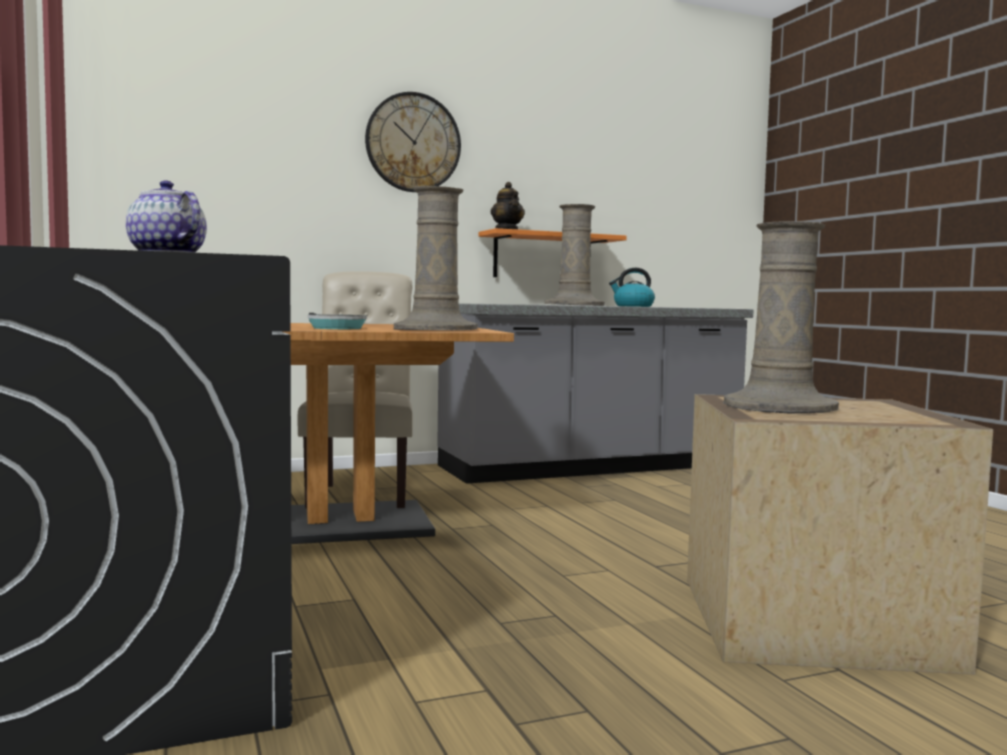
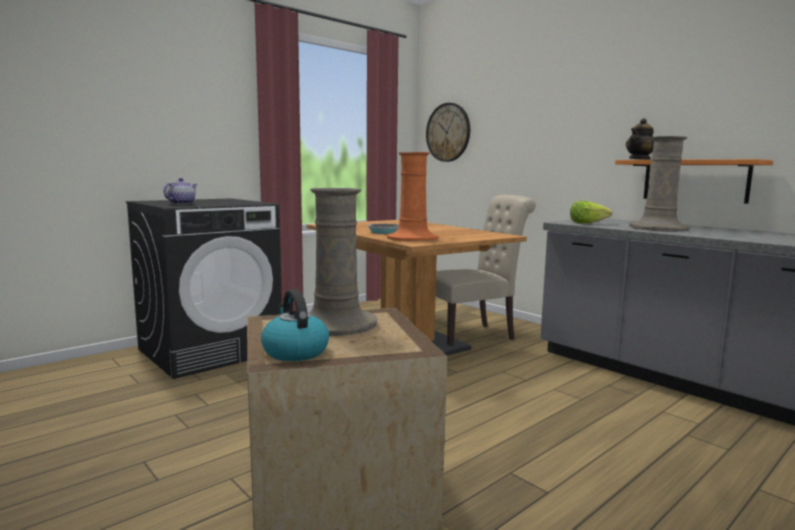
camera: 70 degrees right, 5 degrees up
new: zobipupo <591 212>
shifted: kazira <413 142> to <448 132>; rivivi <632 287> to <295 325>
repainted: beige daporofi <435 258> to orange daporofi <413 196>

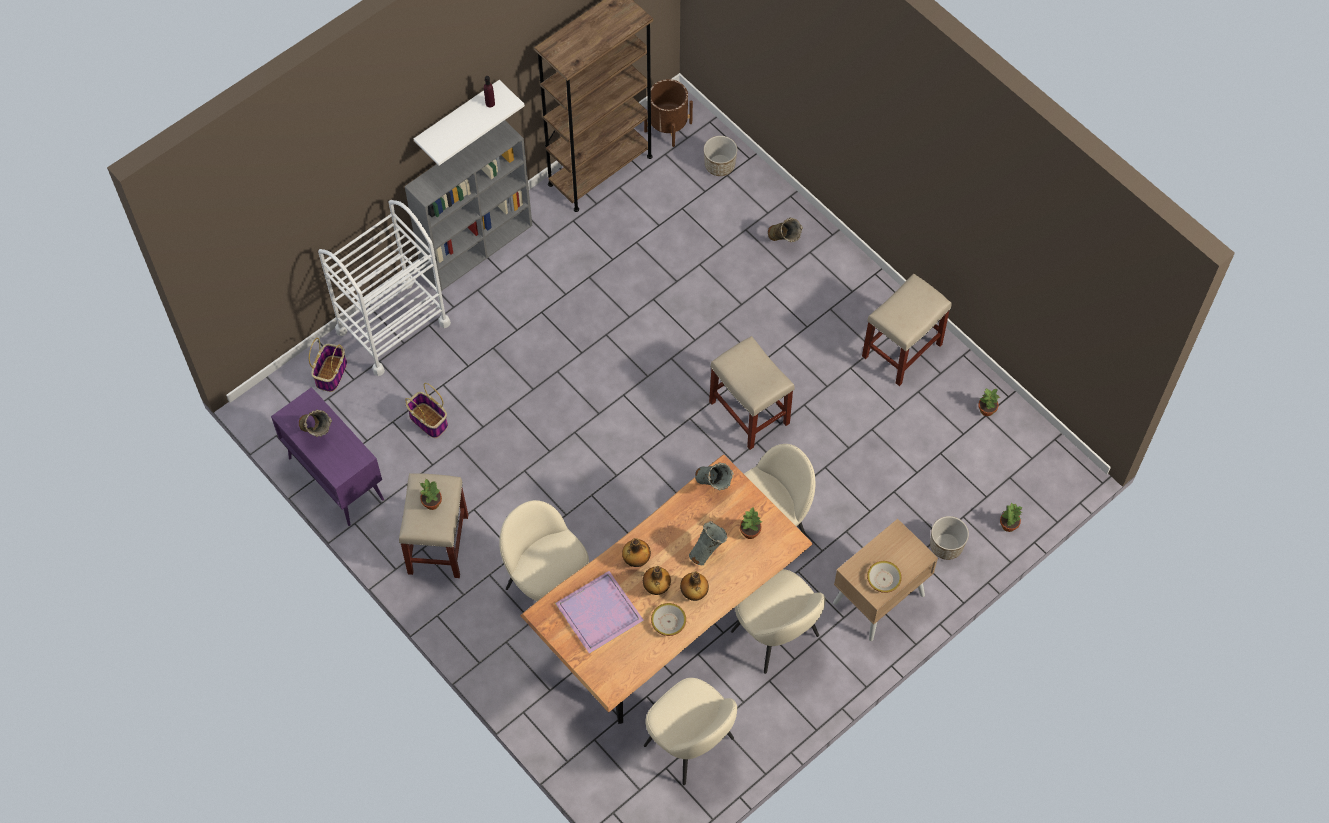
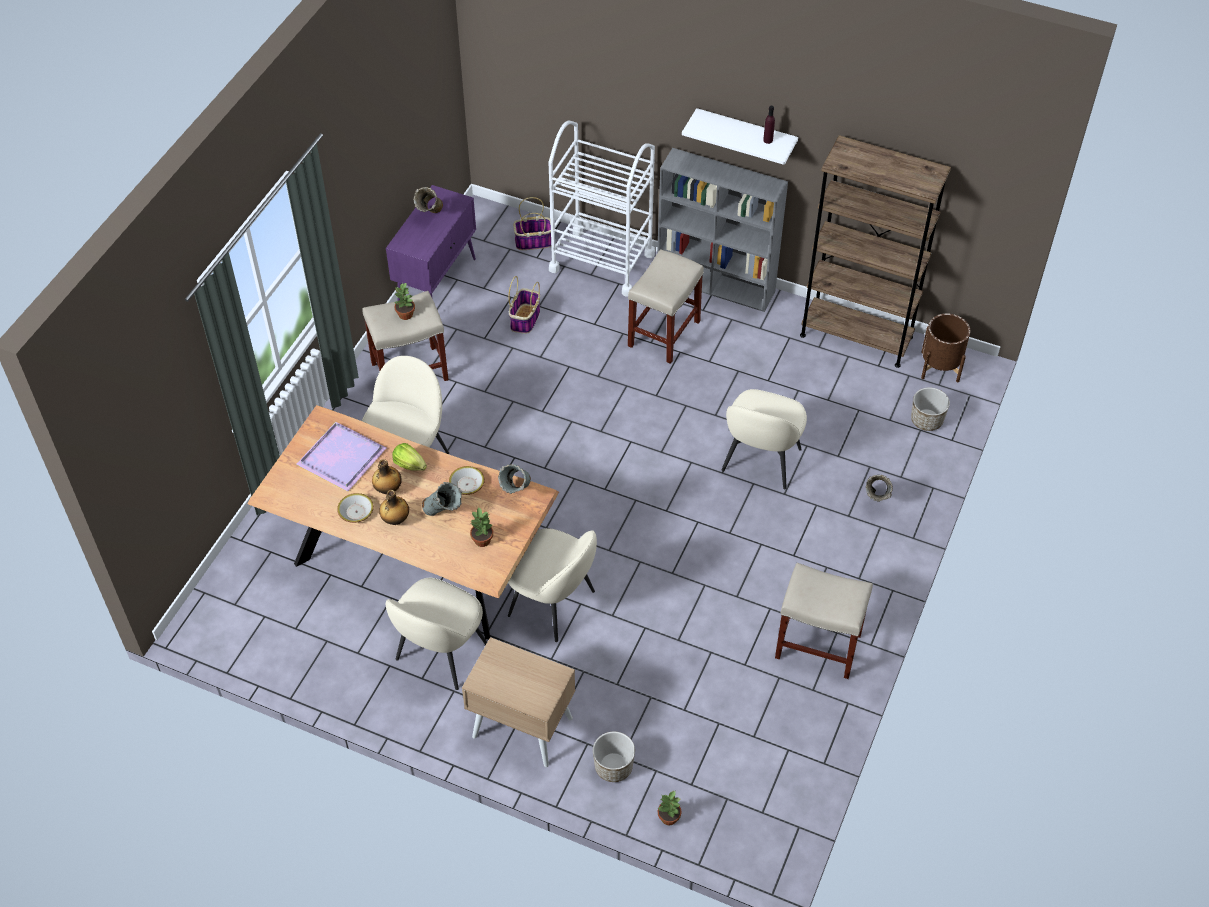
camera: 65 degrees right, 10 degrees down
gone: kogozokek <988 402>
shifted: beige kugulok <690 731> to <764 439>; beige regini <752 393> to <666 306>; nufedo <884 577> to <467 480>
swapped: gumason <636 552> to zobipupo <409 457>

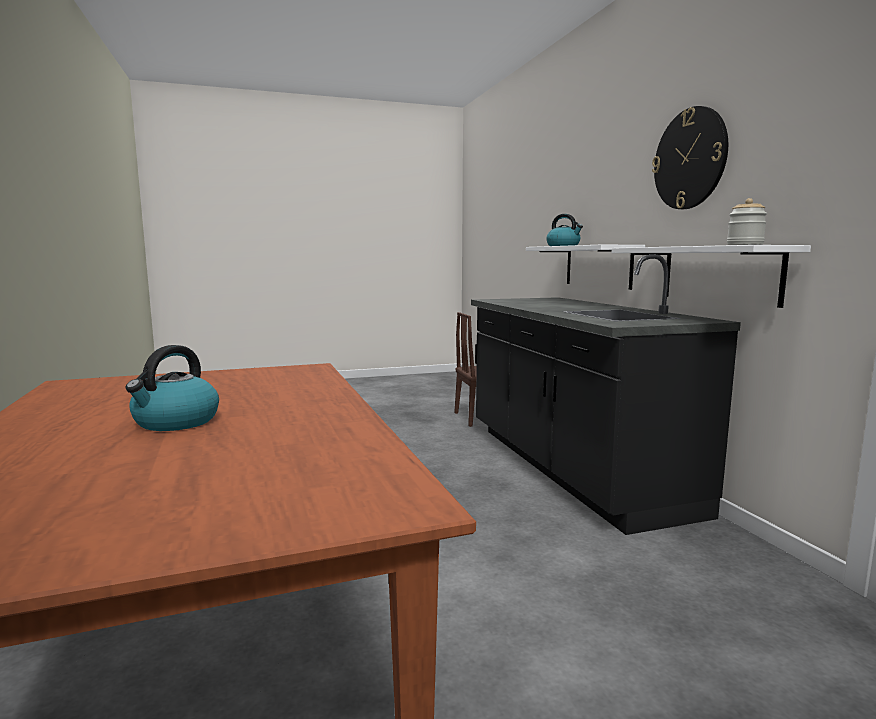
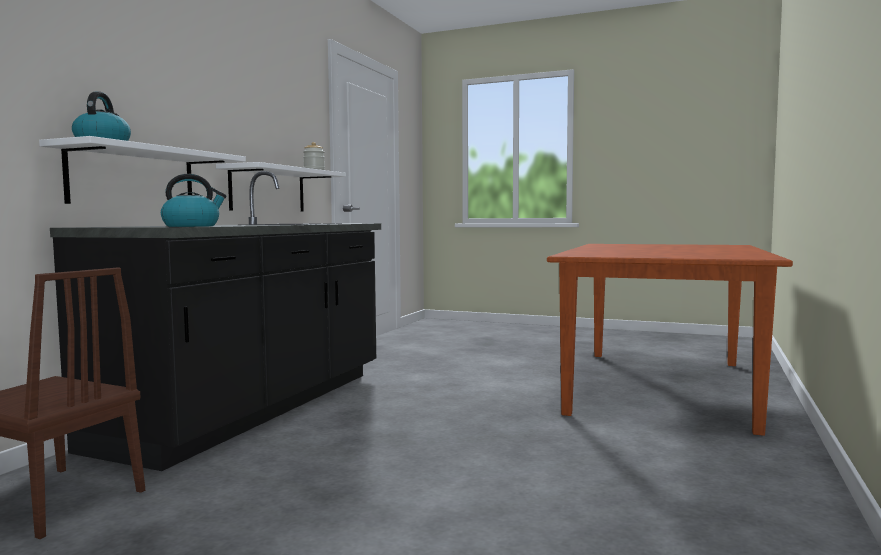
camera: 140 degrees left, 5 degrees down
gone: kazira <690 157>
shifted: rivivi <172 388> to <194 200>

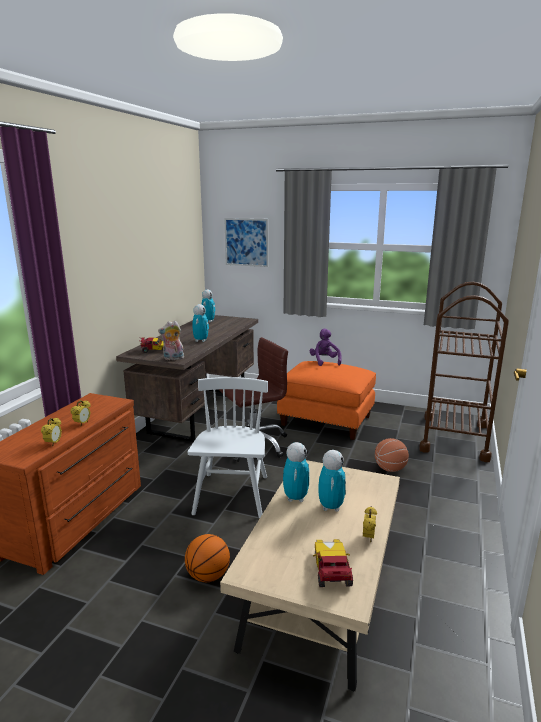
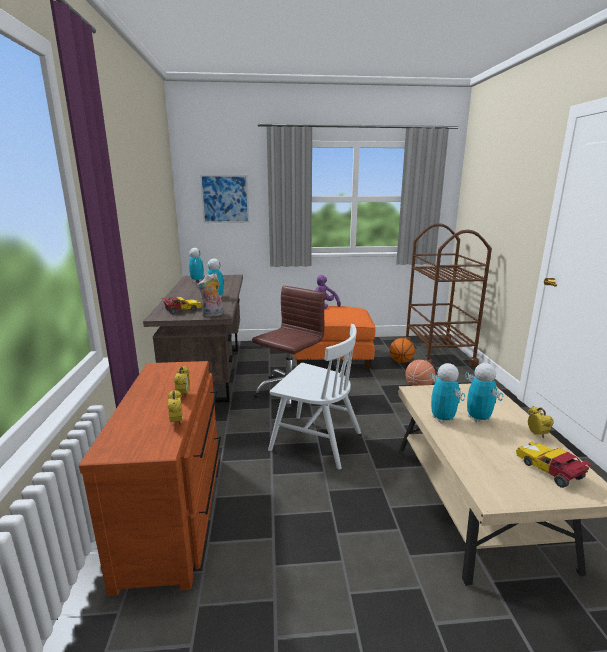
camera: 25 degrees left, 0 degrees up
shifted: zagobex <207 558> to <402 350>
rotated: white kugulok <228 447> = <314 396> 135 degrees clockwise

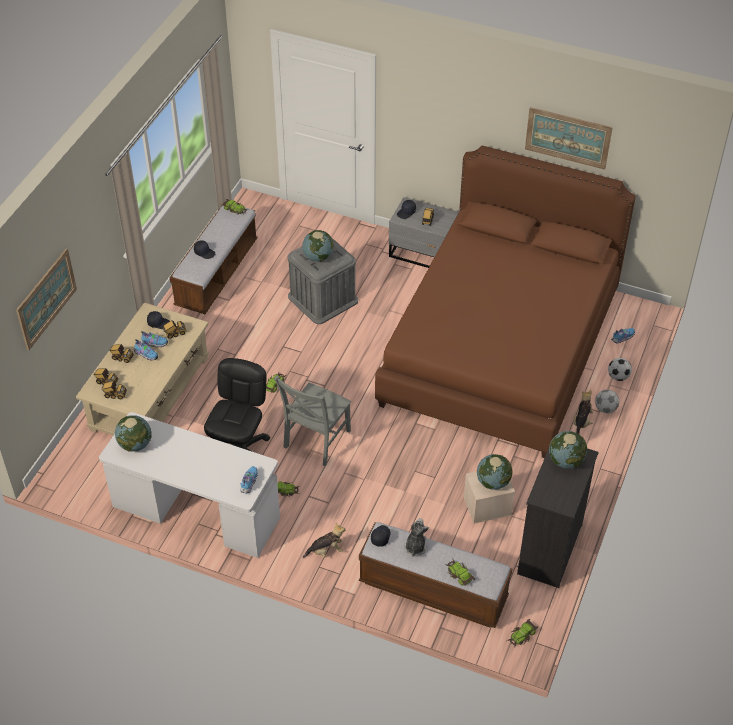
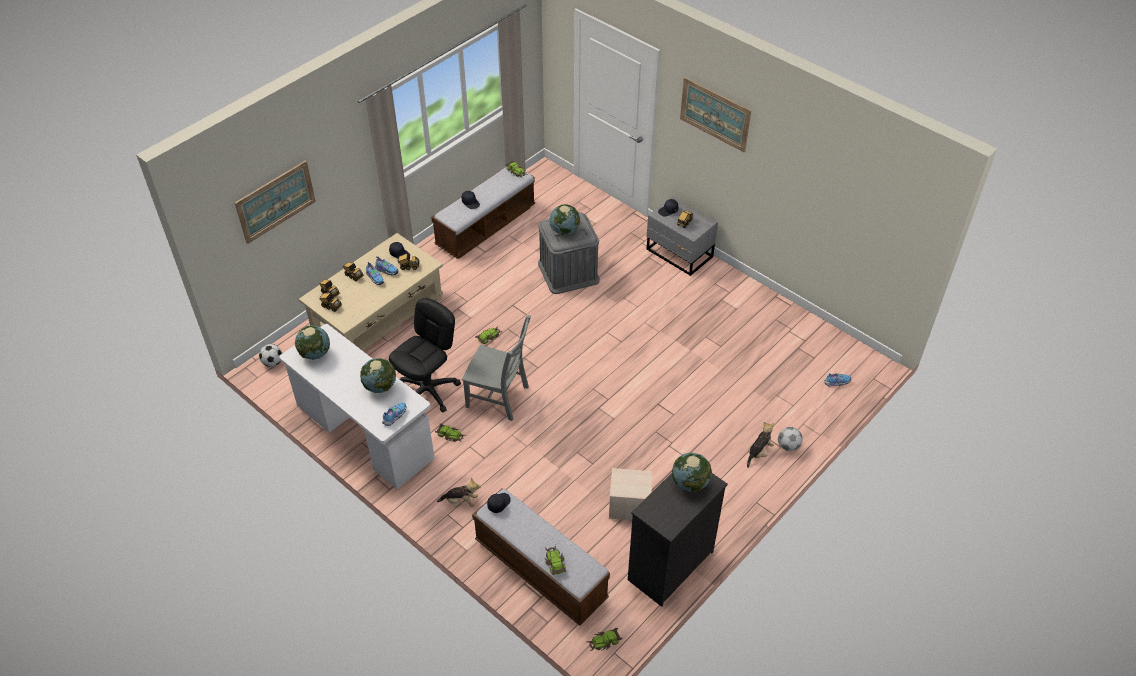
camera: 20 degrees right, 0 degrees up
gone: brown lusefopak <505 301>; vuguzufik <416 537>
shifted: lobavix <494 472> to <378 375>; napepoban <569 138> to <716 114>; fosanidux <620 369> to <270 355>
rotated: grey kugulok <312 421> = <496 368> 120 degrees counterclockwise

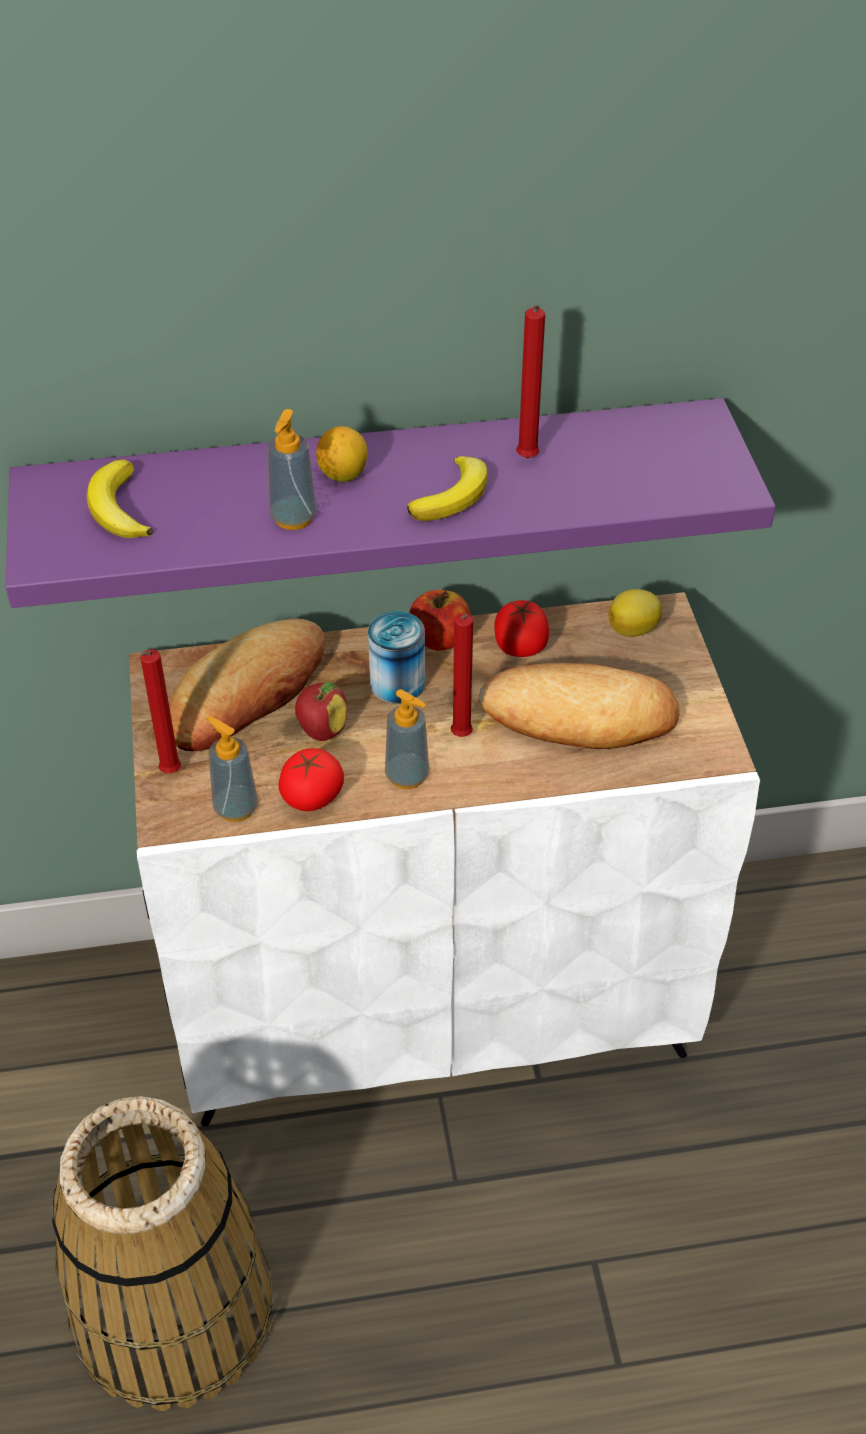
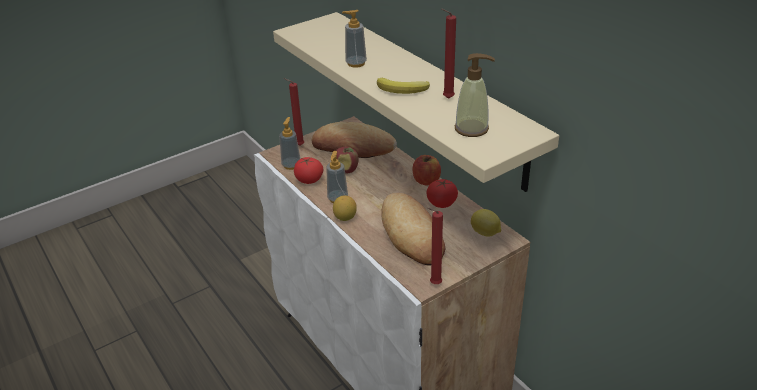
camera: 65 degrees right, 10 degrees down
gone: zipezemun <162 1253>; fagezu <119 499>; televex <396 657>
new: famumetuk <474 95>
shifted: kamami <342 454> to <345 208>; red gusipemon <462 675> to <435 246>
repainted: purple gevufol <390 503> to beige gevufol <416 102>

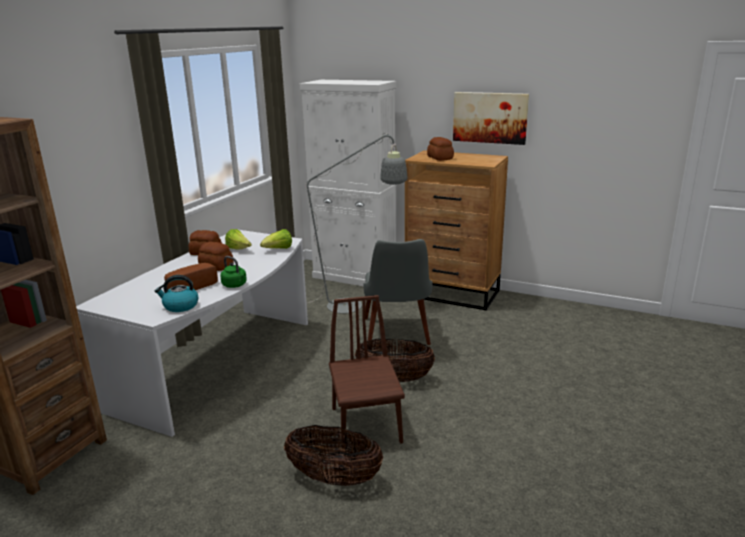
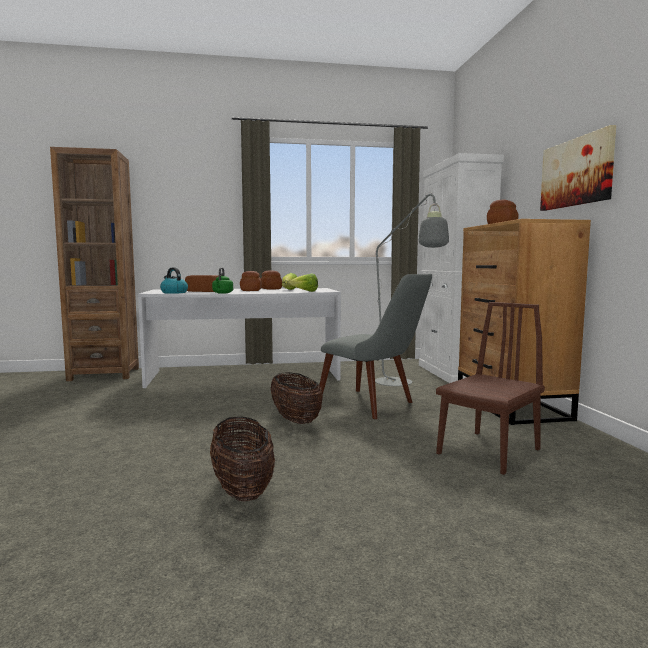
camera: 55 degrees right, 15 degrees down
shifted: zipezemun <333 455> to <242 459>; brown kugulok <367 372> to <490 388>
rotated: grey kugulok <398 292> = <375 346> 105 degrees counterclockwise

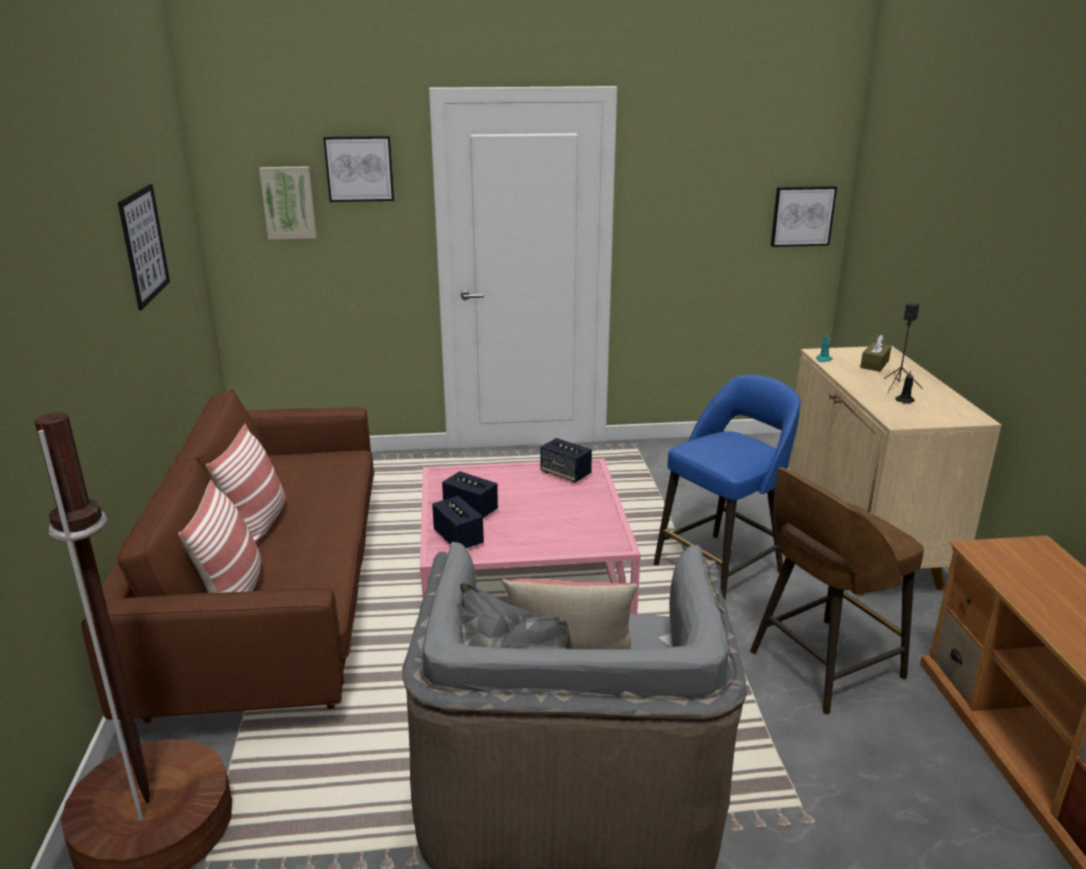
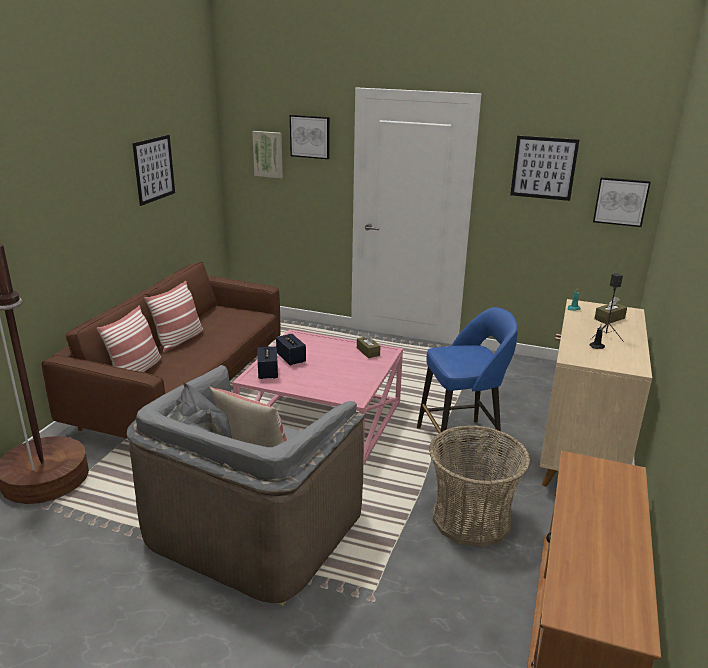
camera: 25 degrees right, 0 degrees up
new: napepoban <544 168>
swapped: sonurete <566 460> to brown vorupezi <368 345>; brown regini <837 591> to zipezemun <479 486>

